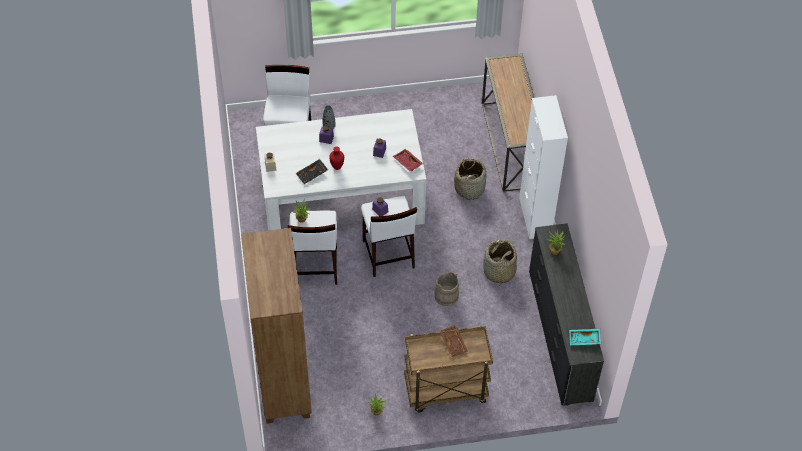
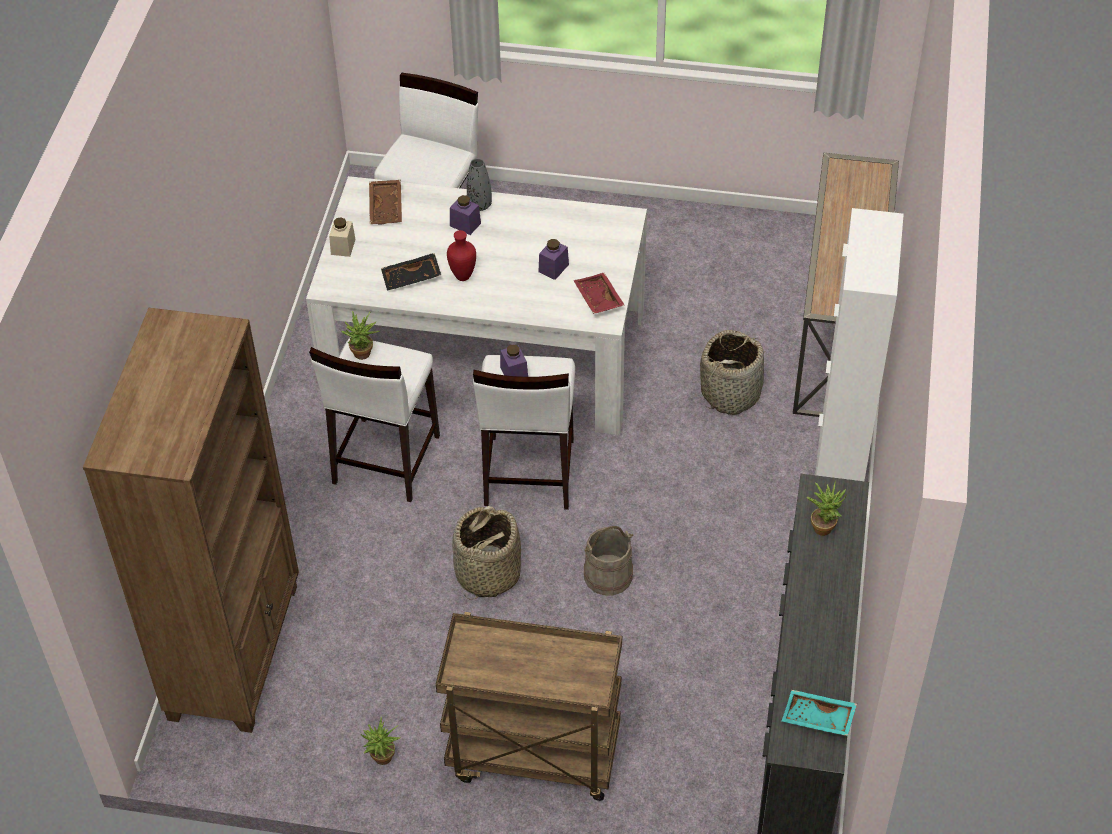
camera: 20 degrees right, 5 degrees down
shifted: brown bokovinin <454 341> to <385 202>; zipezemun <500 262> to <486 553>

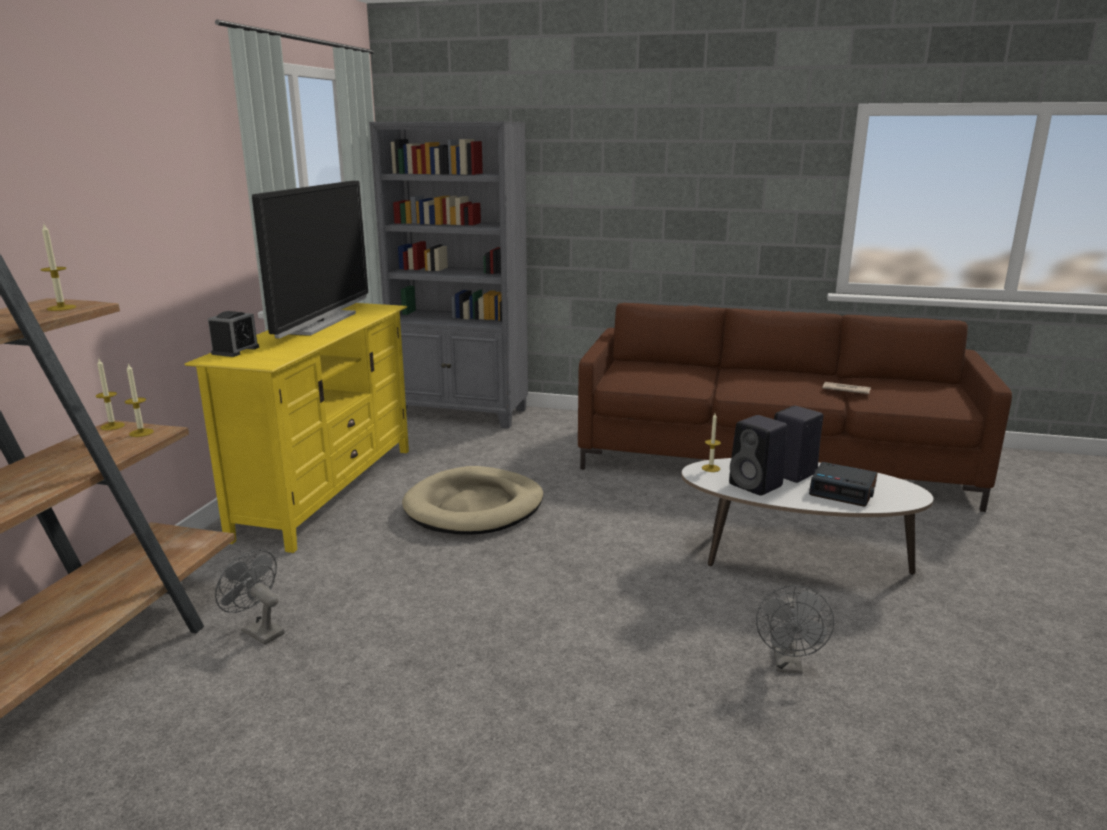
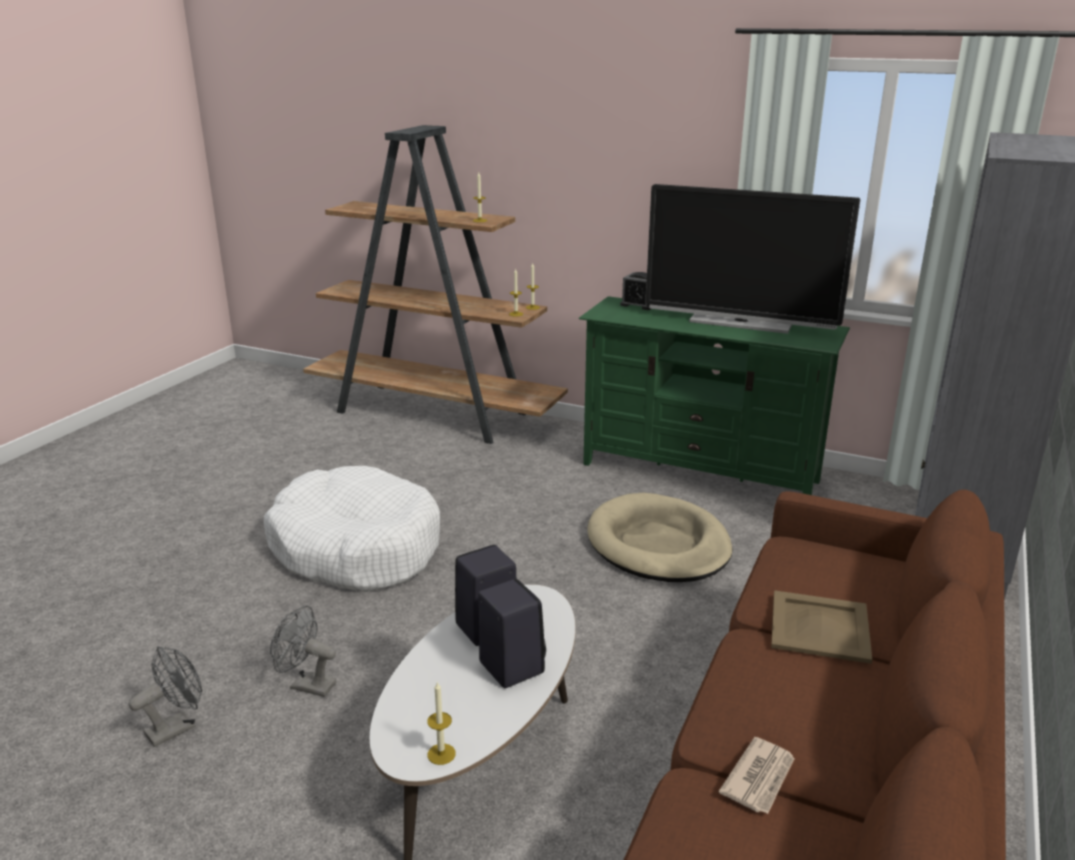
camera: 100 degrees right, 5 degrees up
gone: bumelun <843 484>
new: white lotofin <352 529>; beige bokovinin <821 627>
shifted: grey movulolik <250 597> to <165 696>; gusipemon <711 443> to <441 723>
repainted: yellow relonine <296 428> to green relonine <714 395>

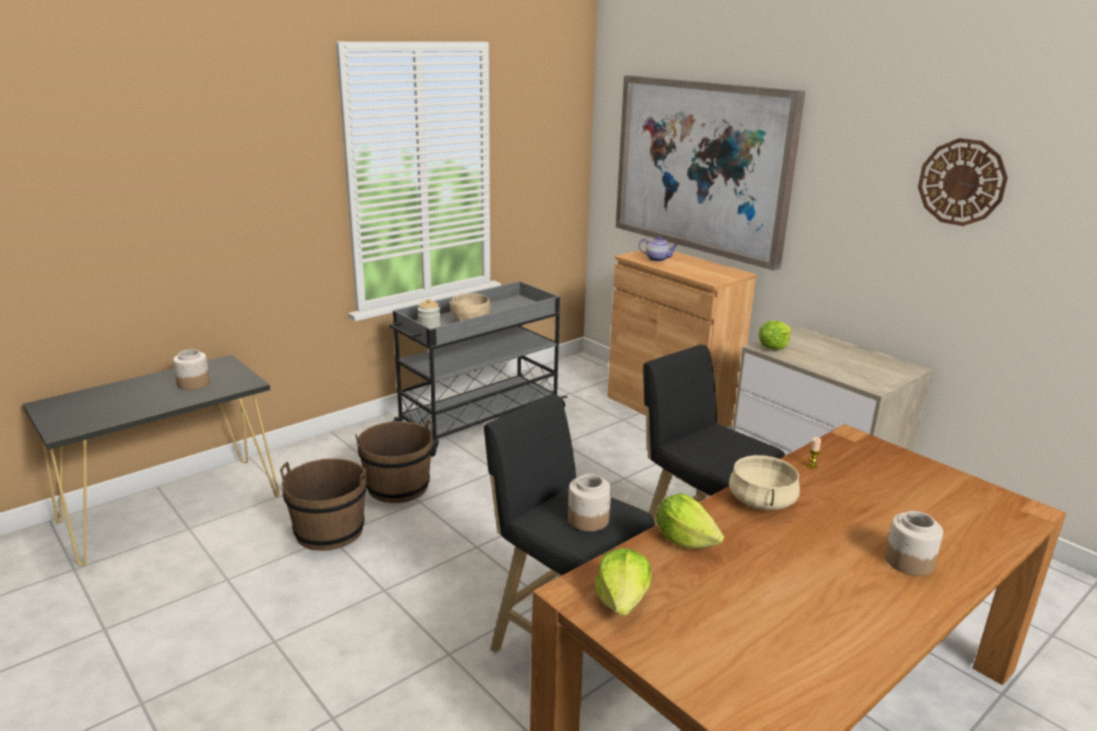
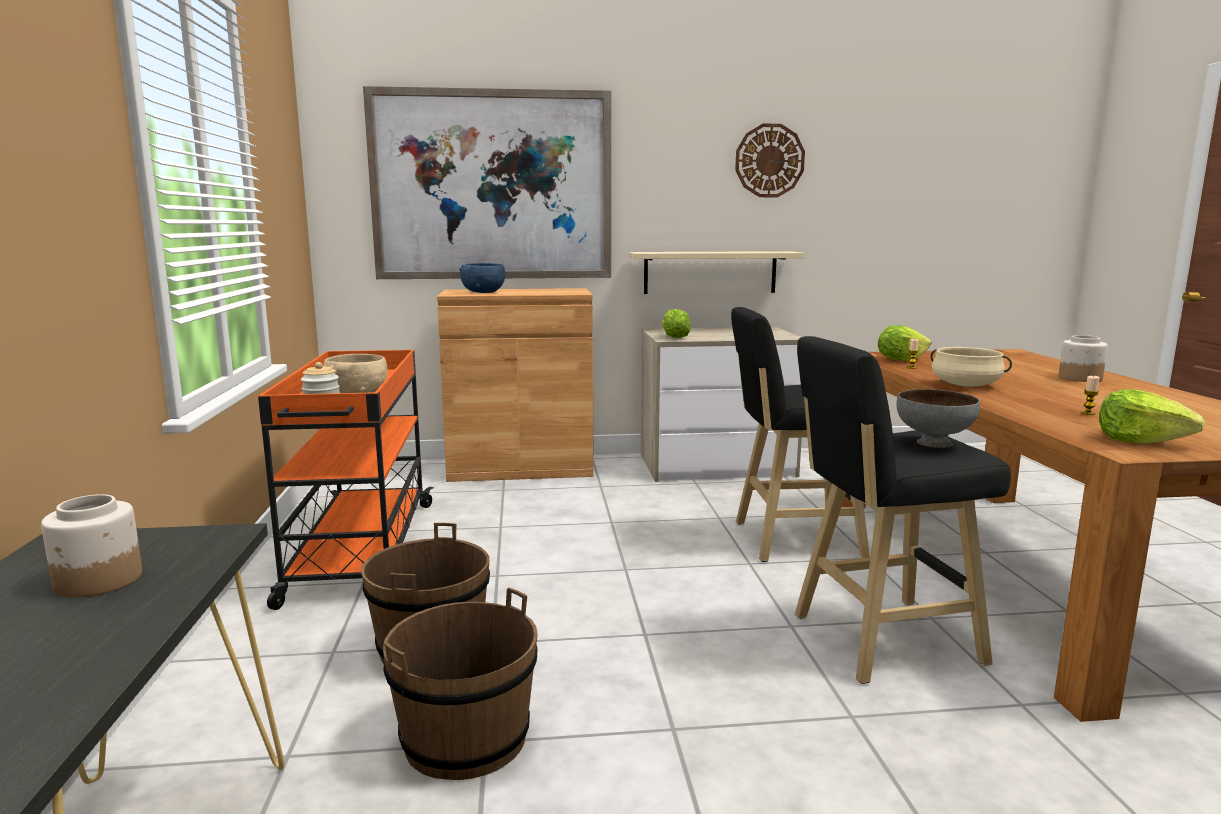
camera: 55 degrees left, 10 degrees down
new: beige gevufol <716 272>; gusipemon <1090 395>
shifted: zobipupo <690 520> to <904 343>
swapped: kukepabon <589 502> to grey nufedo <938 418>; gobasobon <658 249> to blue nufedo <482 278>
repainted: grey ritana <478 369> to orange ritana <346 480>

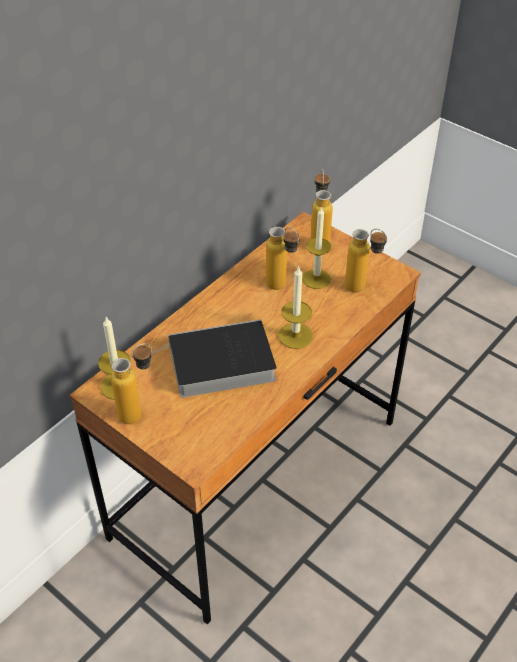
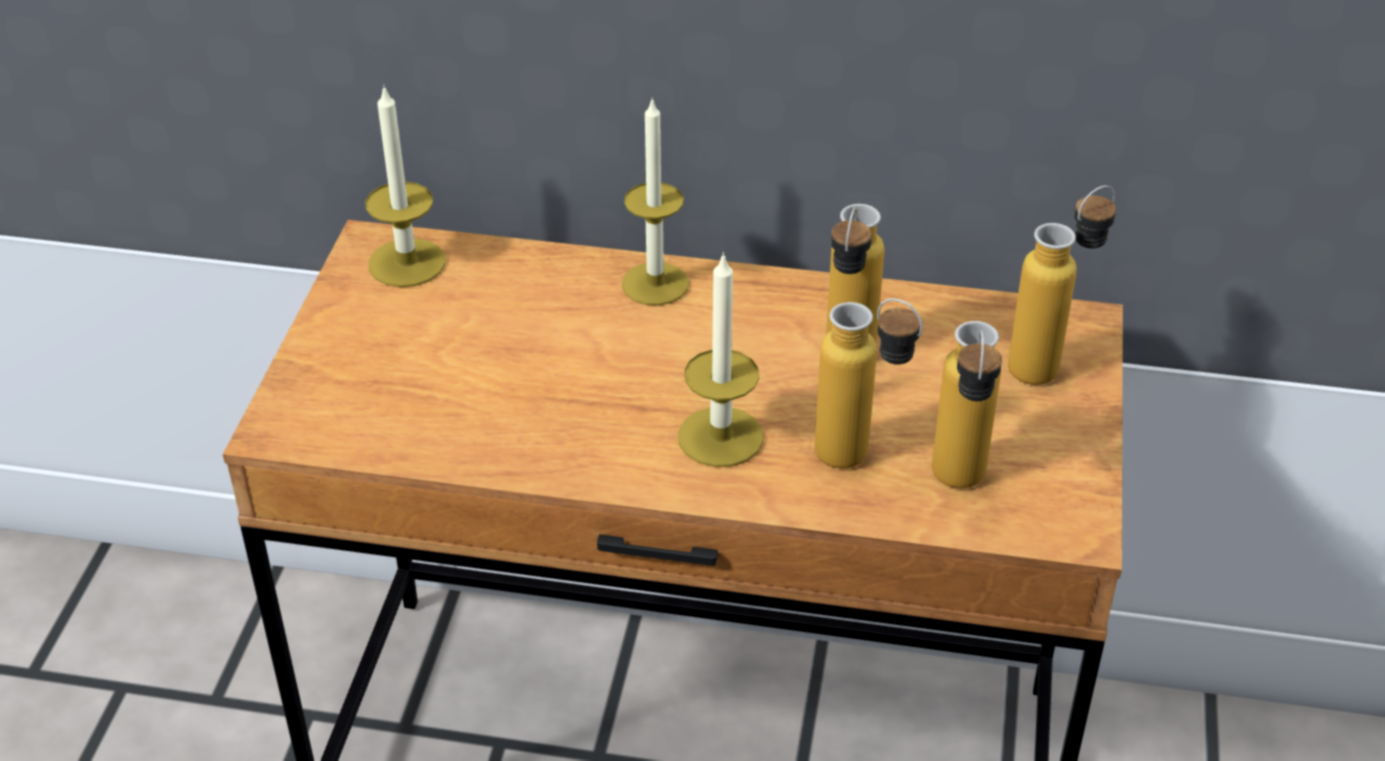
camera: 60 degrees right, 5 degrees down
gone: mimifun <214 358>
shifted: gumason <131 383> to <868 383>; gusipemon <316 247> to <655 201>

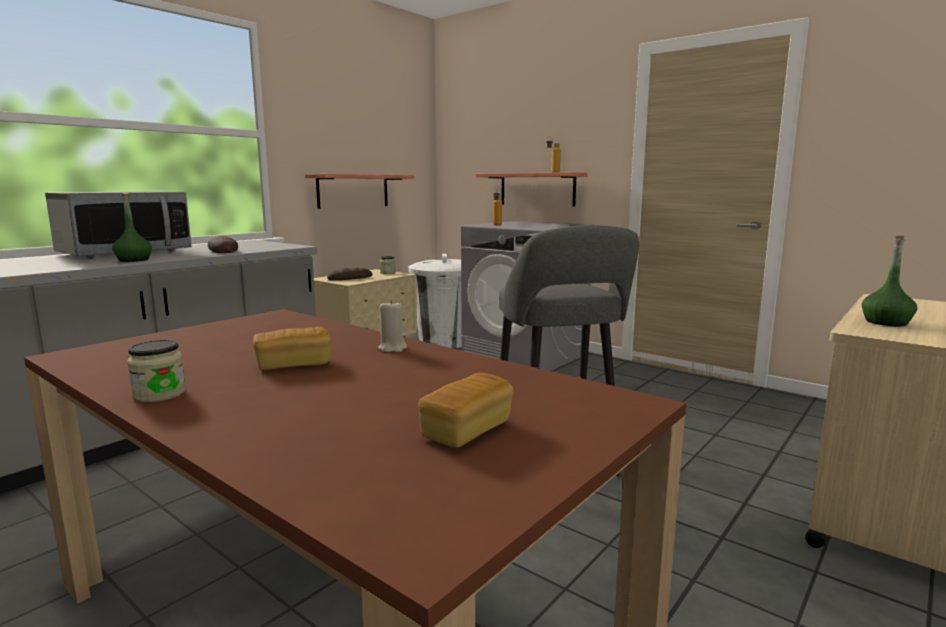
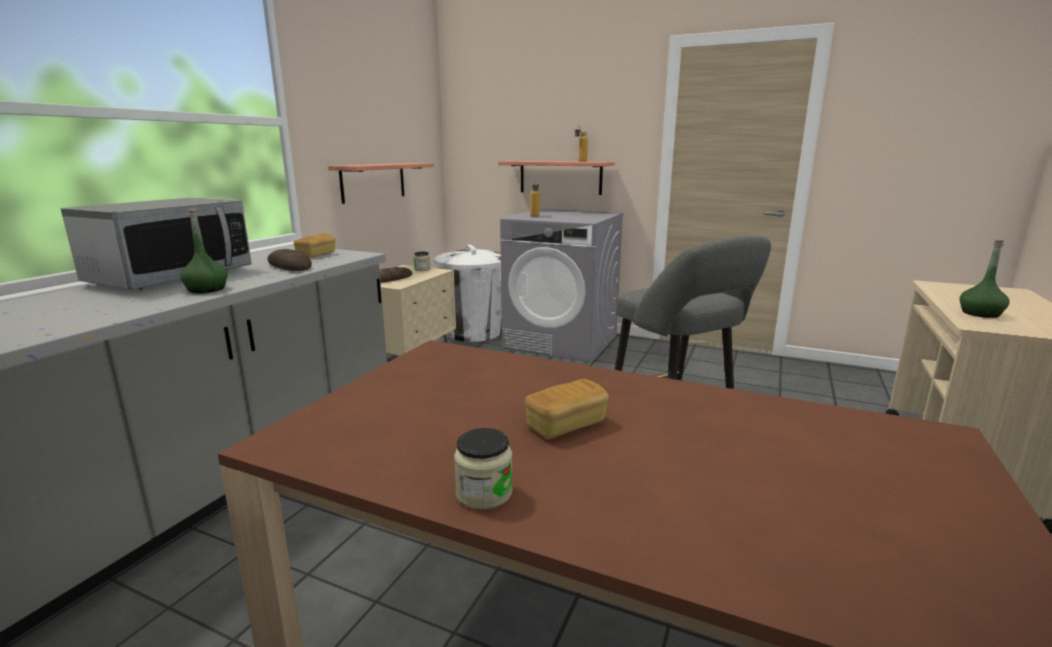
camera: 15 degrees left, 5 degrees up
gone: beige gusipemon <392 326>
shifted: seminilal <466 410> to <314 246>

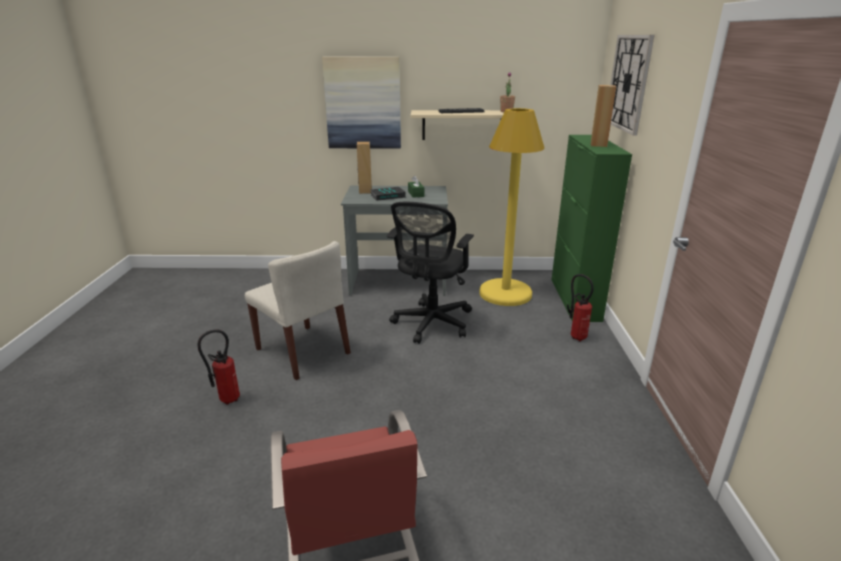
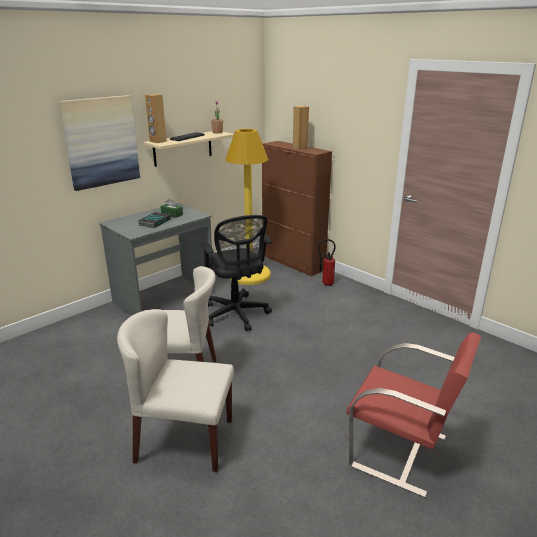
camera: 45 degrees left, 0 degrees up
gone: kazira <632 85>
shifted: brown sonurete <364 168> to <156 118>
swapped: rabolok <218 367> to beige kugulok <175 390>
repainted: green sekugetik <592 228> to brown sekugetik <297 208>

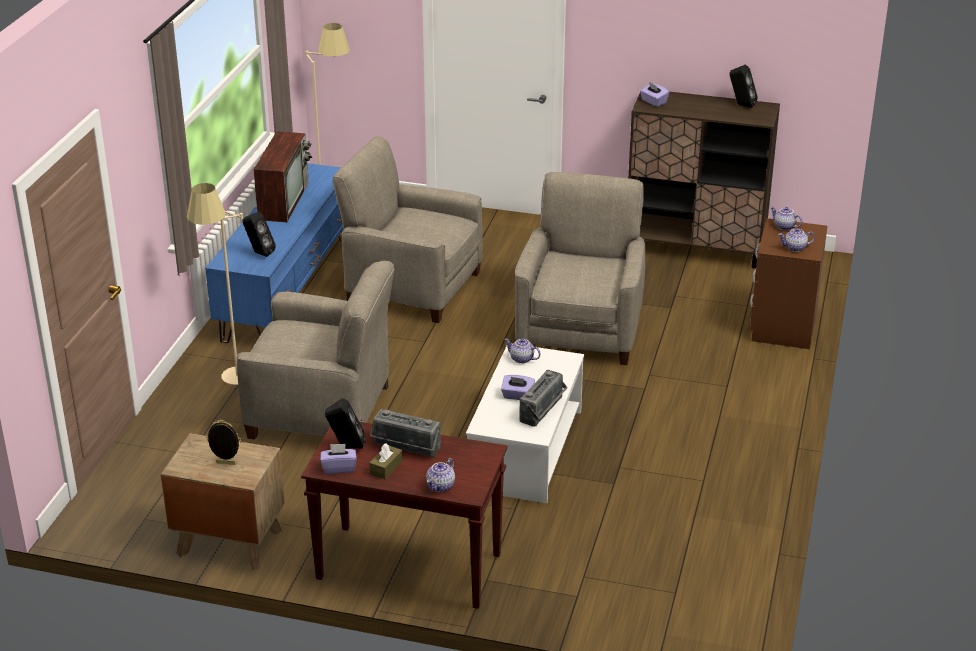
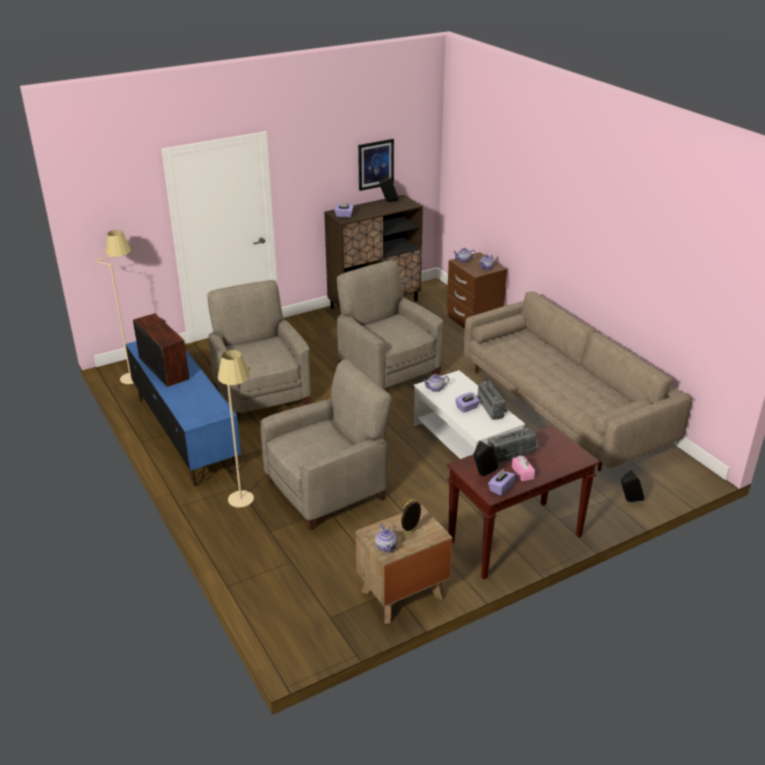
camera: 45 degrees left, 0 degrees up
new: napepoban <376 165>; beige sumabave <578 381>
shifted: black sonurete <259 234> to <632 486>; gobasobon <440 475> to <386 538>
repainted: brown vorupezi <386 461> to pink vorupezi <523 468>
rotated: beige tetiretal <408 229> = <259 351> 90 degrees clockwise

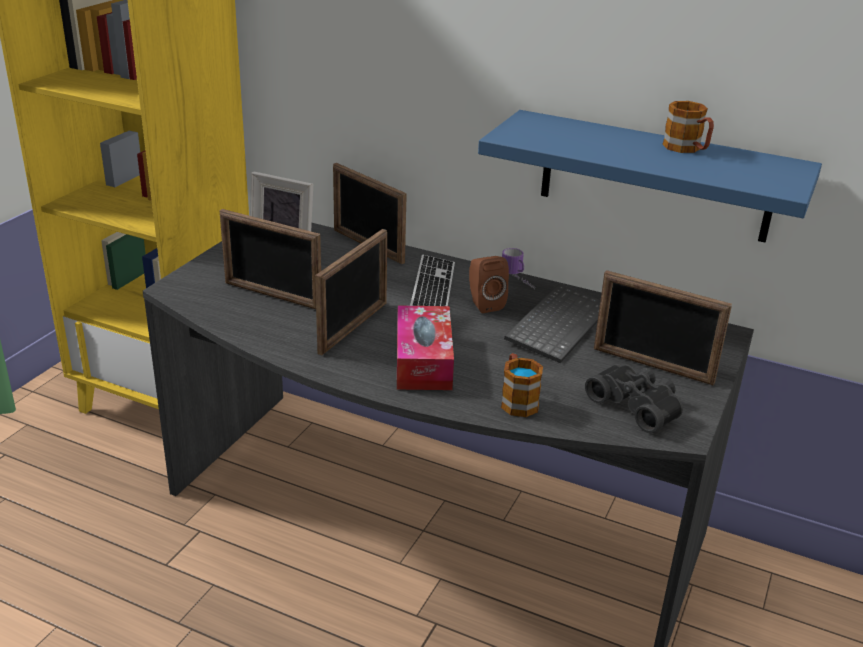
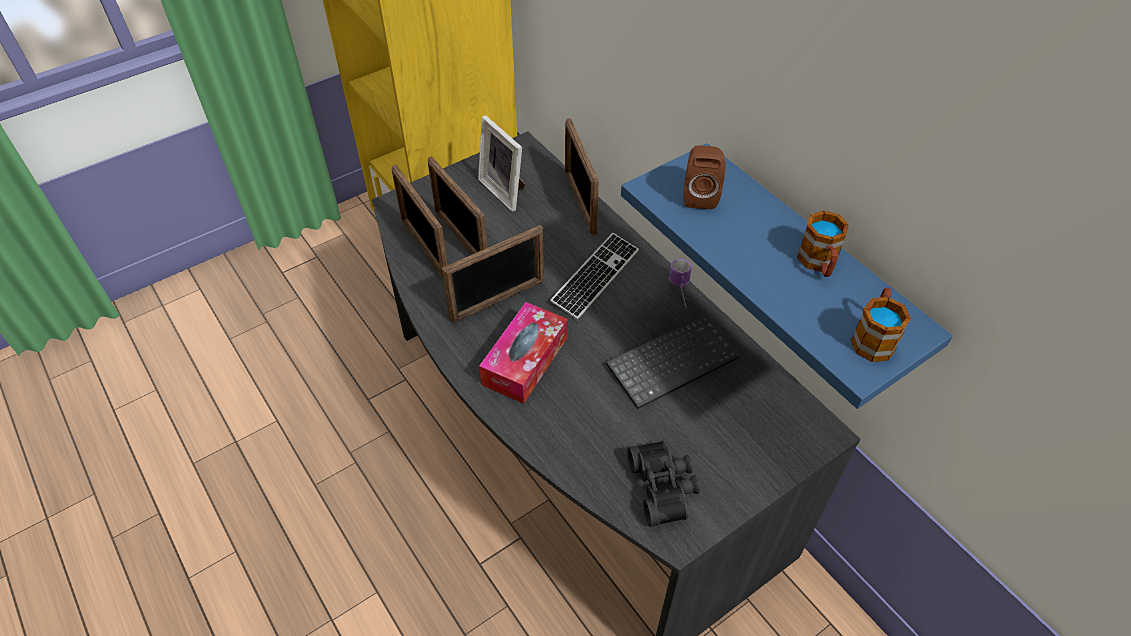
camera: 30 degrees right, 20 degrees up
shifted: brown sonurete <489 284> to <704 177>; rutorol <522 385> to <881 325>; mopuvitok <663 327> to <420 222>

